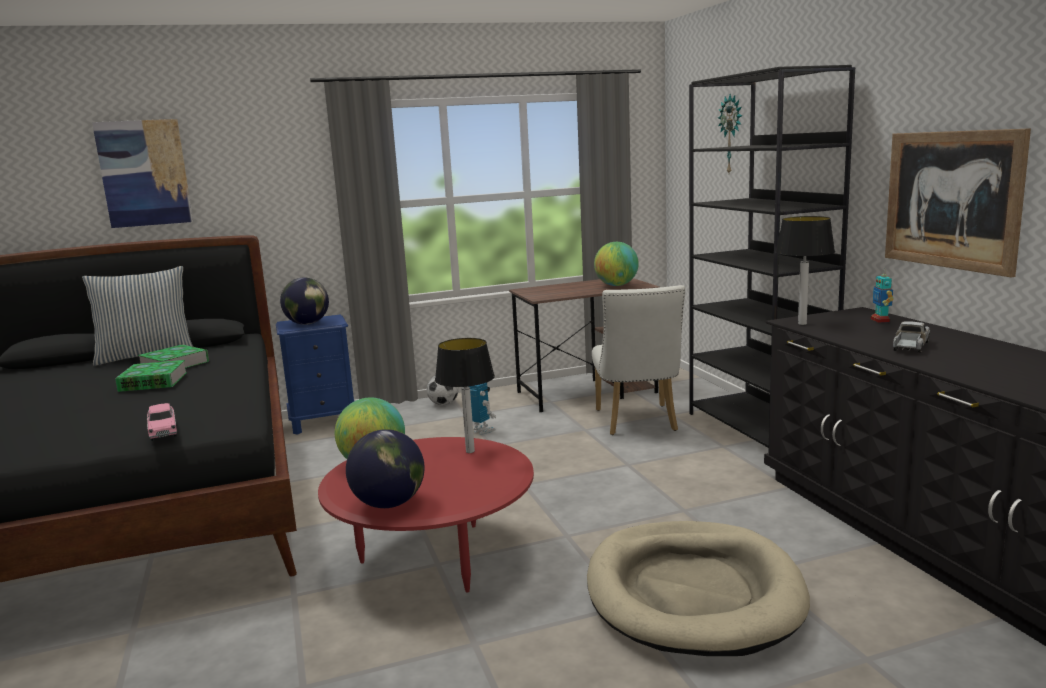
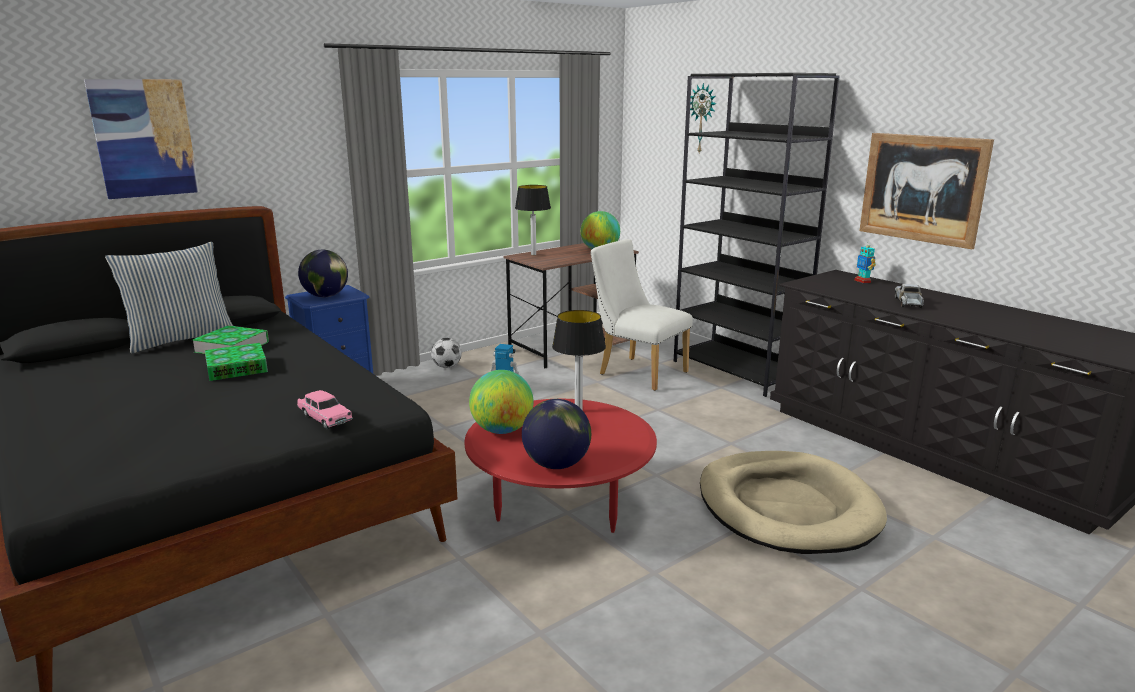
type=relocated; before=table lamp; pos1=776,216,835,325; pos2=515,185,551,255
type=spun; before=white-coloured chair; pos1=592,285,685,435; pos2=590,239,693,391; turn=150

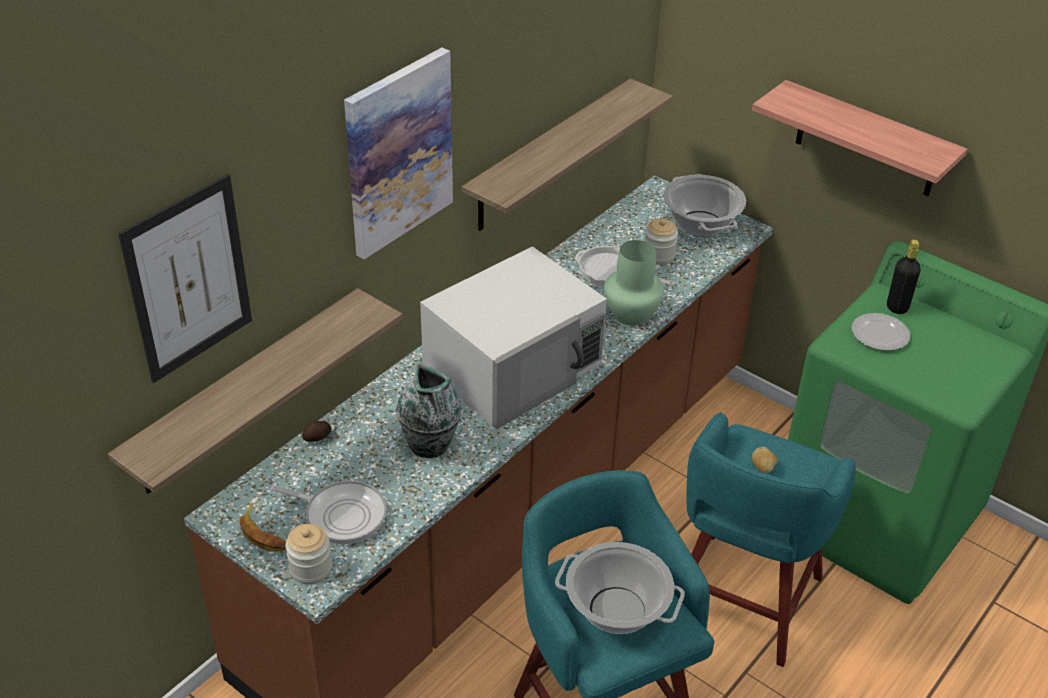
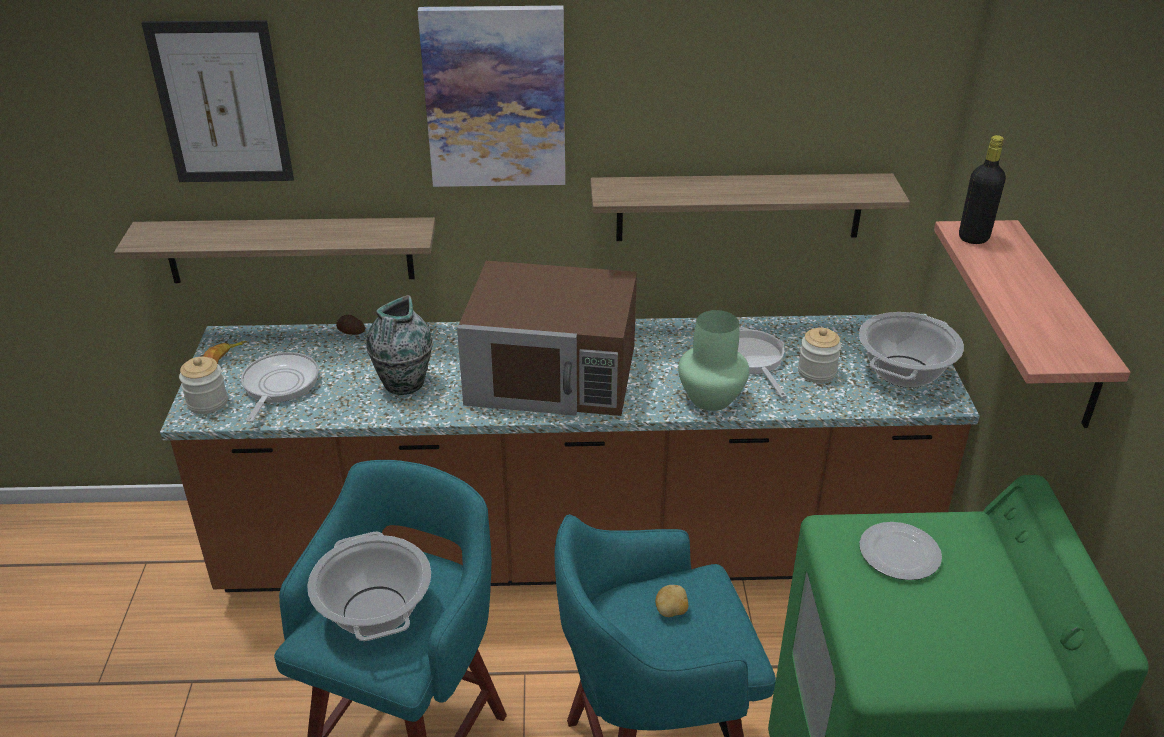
type=spun; before=frying pan; pos1=271,481,386,544; pos2=241,352,319,422; turn=-150
type=colour; before=white-coloured microwave; after=brown-coloured microwave; pos1=420,246,607,430; pos2=457,261,637,416
type=relocated; before=black-coloured beverage bottle; pos1=887,240,921,314; pos2=959,135,1006,244

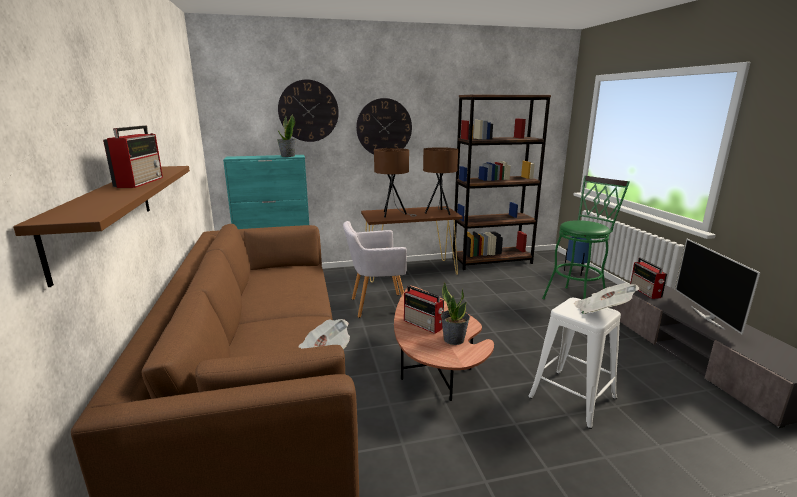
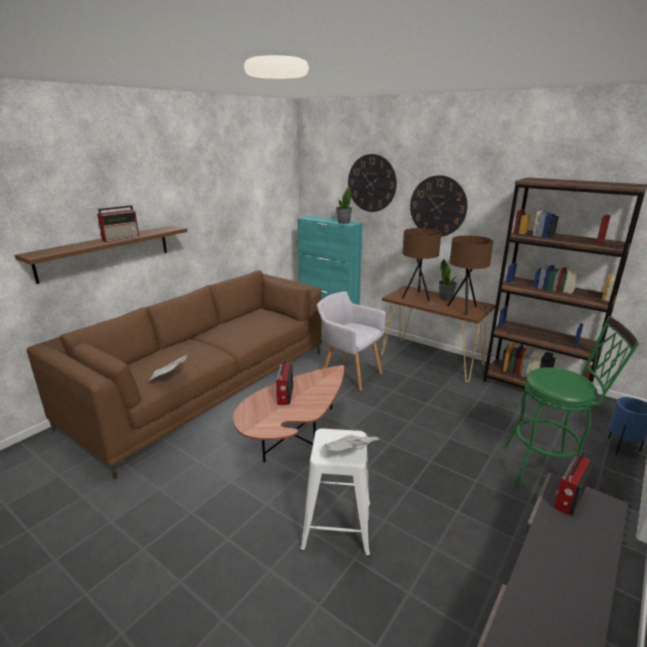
type=relocated; before=potted plant; pos1=441,282,470,345; pos2=439,259,457,300
type=missing; before=TV; pos1=675,239,760,334

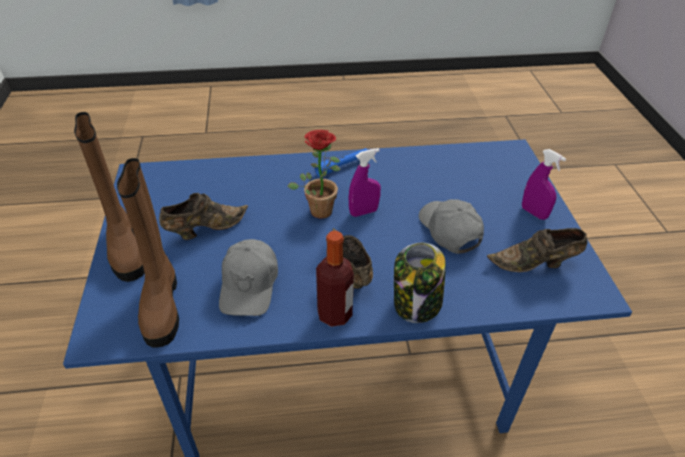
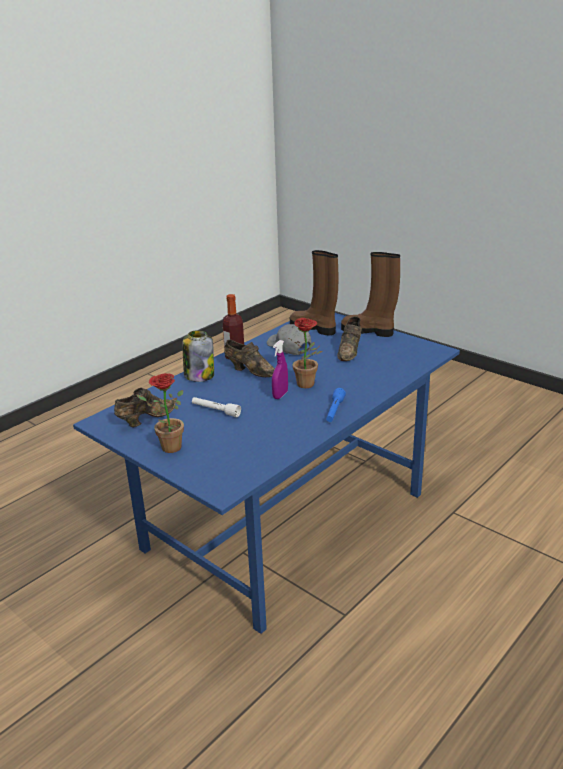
type=exchanged; before=purple-coloured hand sprayer; after=potted plant; pos1=522,149,566,220; pos2=136,373,184,453
type=exchanged; before=greyish peaked cap; after=white-coloured torch; pos1=419,199,484,254; pos2=192,397,241,417

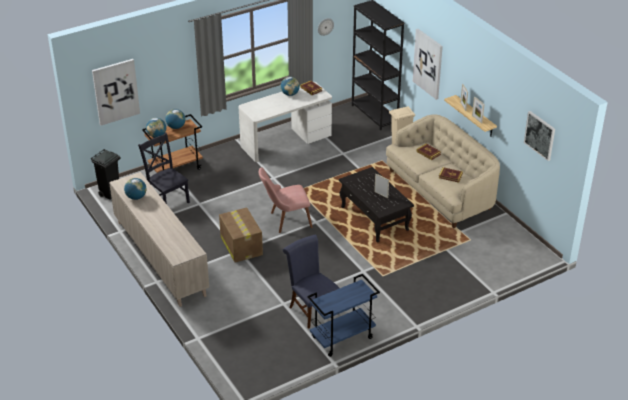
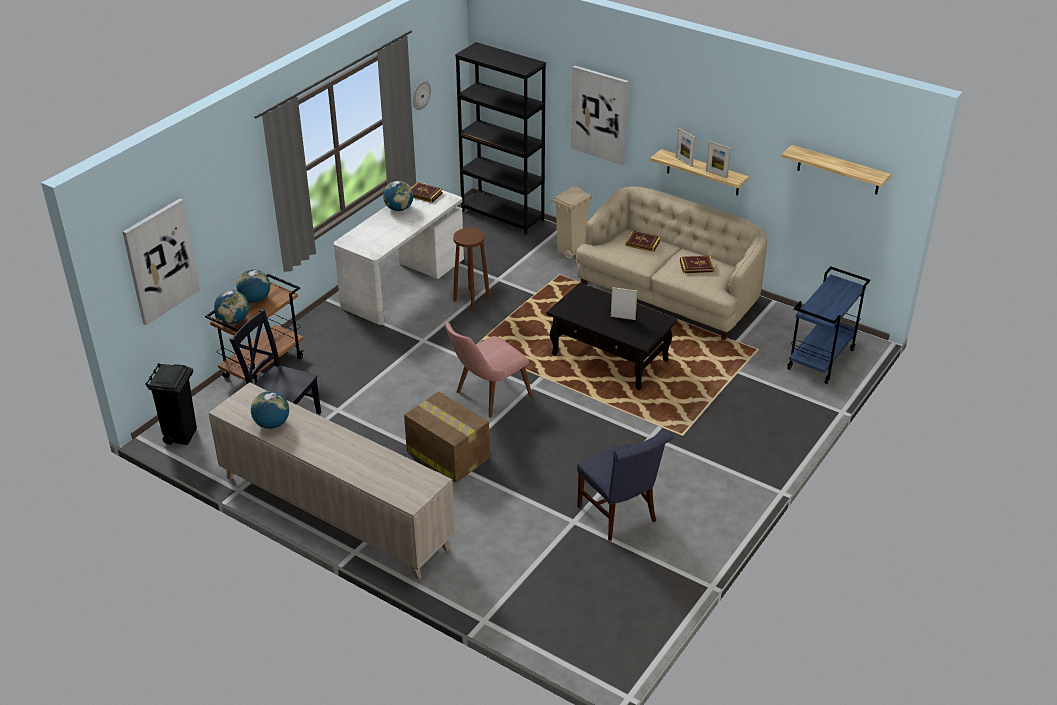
type=appeared; after=brown-coloured sitting stool; pos2=453,228,490,310
type=spun; before=blue chair; pos1=283,234,340,329; pos2=577,431,673,541; turn=-150
type=exchanged; before=wall picture; after=bracket shelf; pos1=524,111,555,161; pos2=782,145,891,194
type=relocated; before=blue wheeled cart; pos1=307,274,380,357; pos2=787,266,870,384

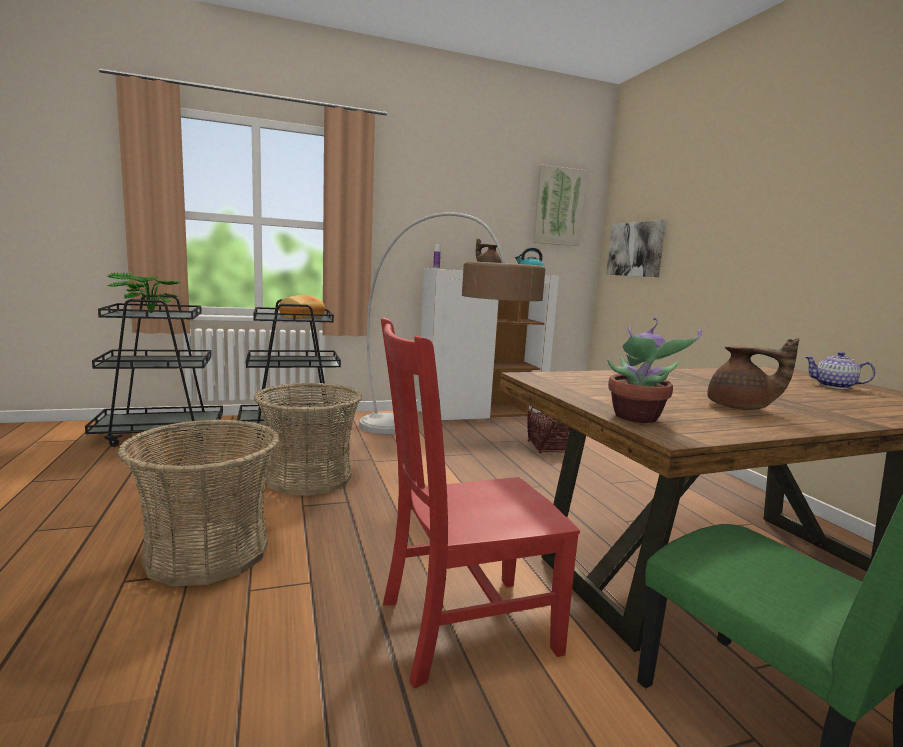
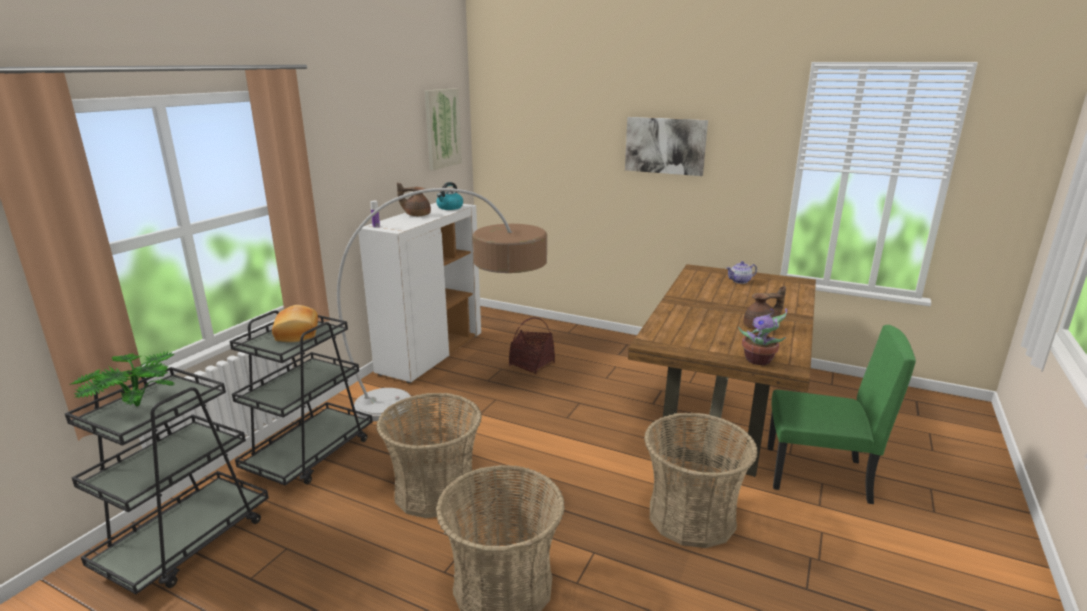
type=relocated; before=wall picture; pos1=606,220,667,277; pos2=625,117,708,176
type=exchanged; before=red-coloured chair; after=household basket; pos1=381,317,580,688; pos2=644,413,758,548

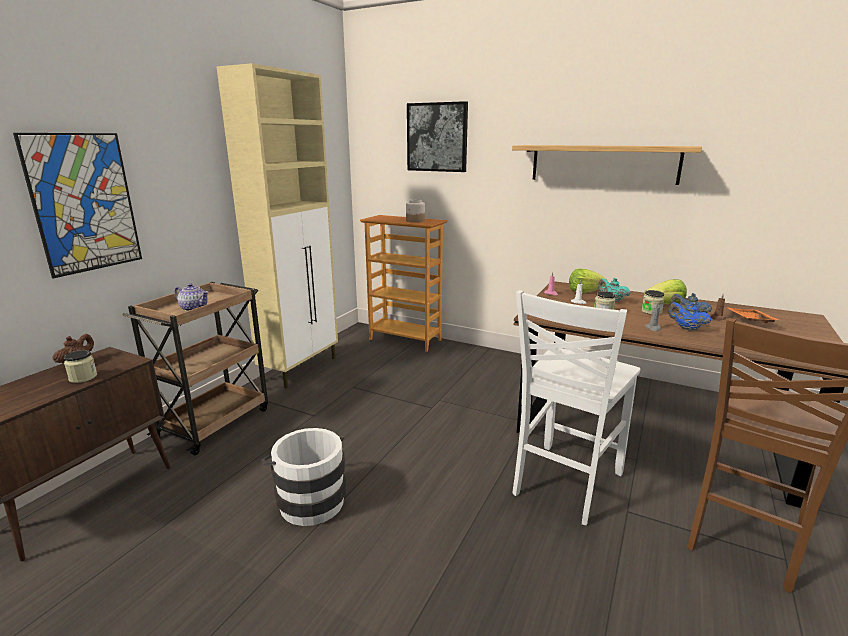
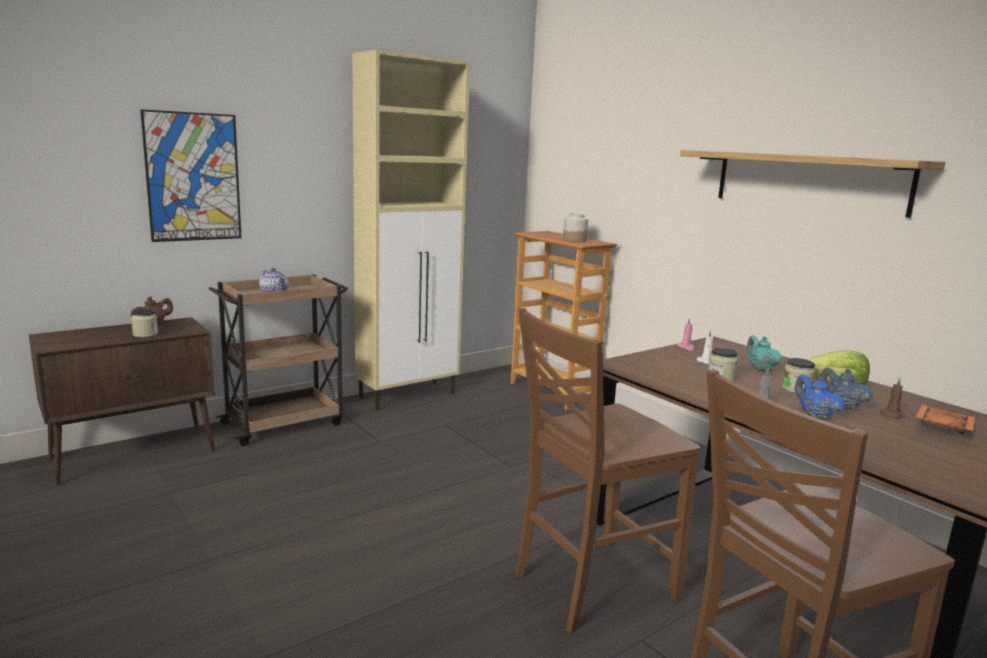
type=colour; before=white-coloured chair; after=brown-coloured chair; pos1=513,290,640,525; pos2=515,308,700,634
type=missing; before=white-coloured pail; pos1=260,428,346,526
type=missing; before=wall picture; pos1=407,101,468,172
type=missing; before=lettuce; pos1=569,269,607,293

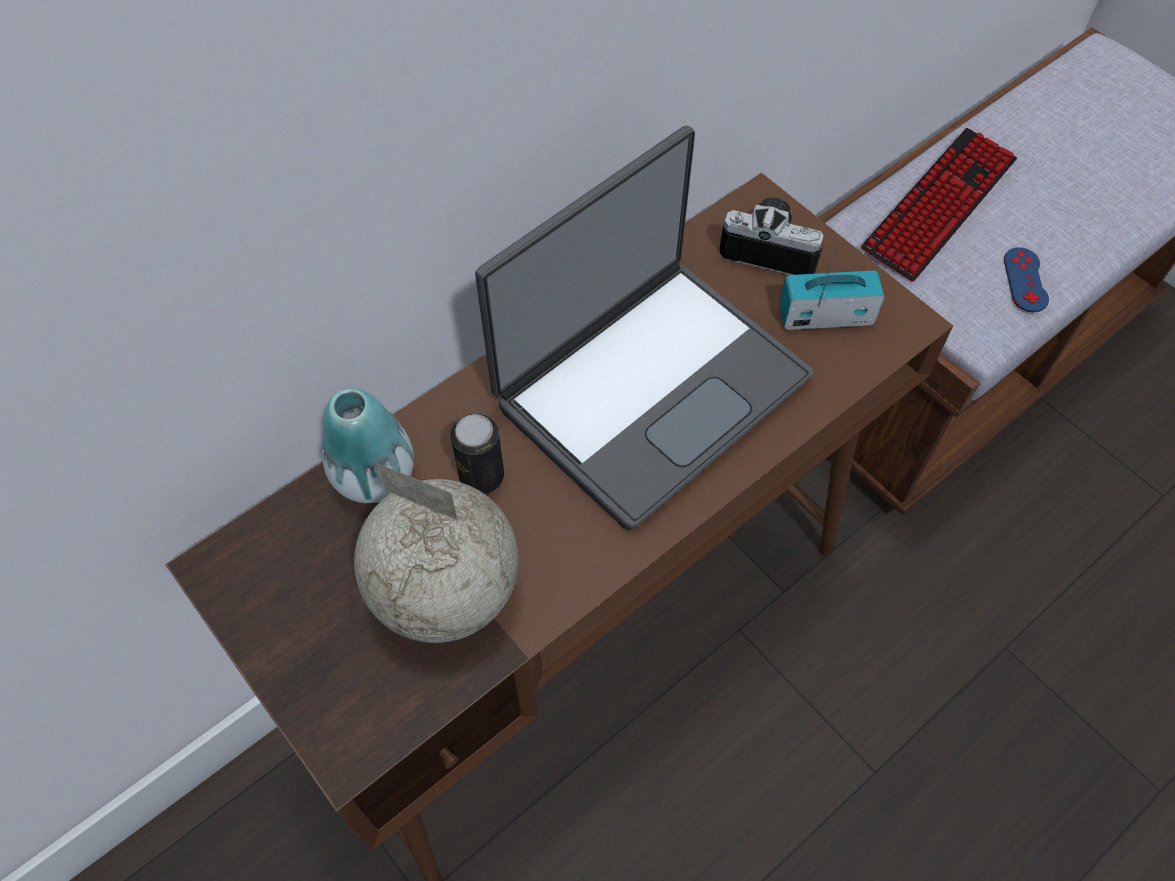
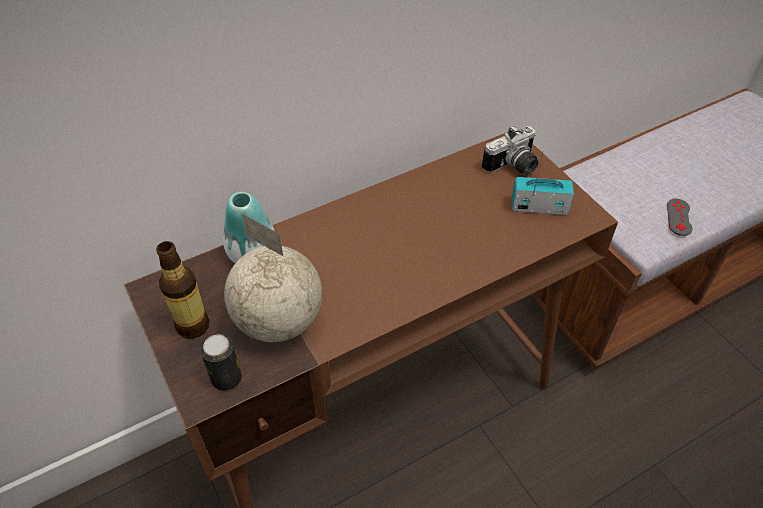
type=appeared; after=beverage bottle; pos2=156,241,210,339
type=relocated; before=can; pos1=451,414,504,494; pos2=200,334,242,391
type=spun; before=still camera; pos1=719,197,824,275; pos2=482,125,538,175; turn=120
type=colour; before=blue joypad; after=greyish joypad; pos1=1004,247,1049,312; pos2=667,198,693,236
type=missing; before=portable computer; pos1=475,126,813,530
type=missing; before=PC keyboard; pos1=861,128,1017,281

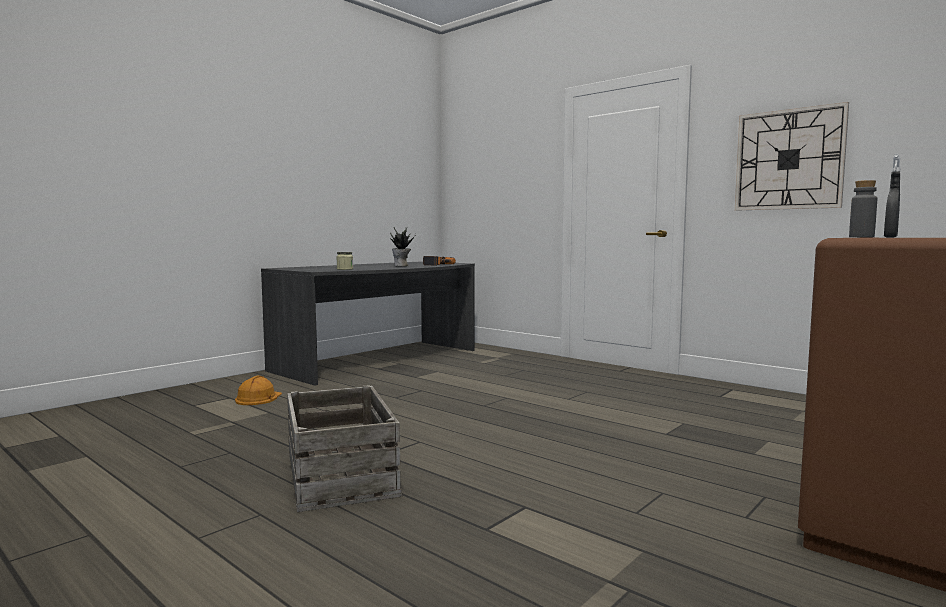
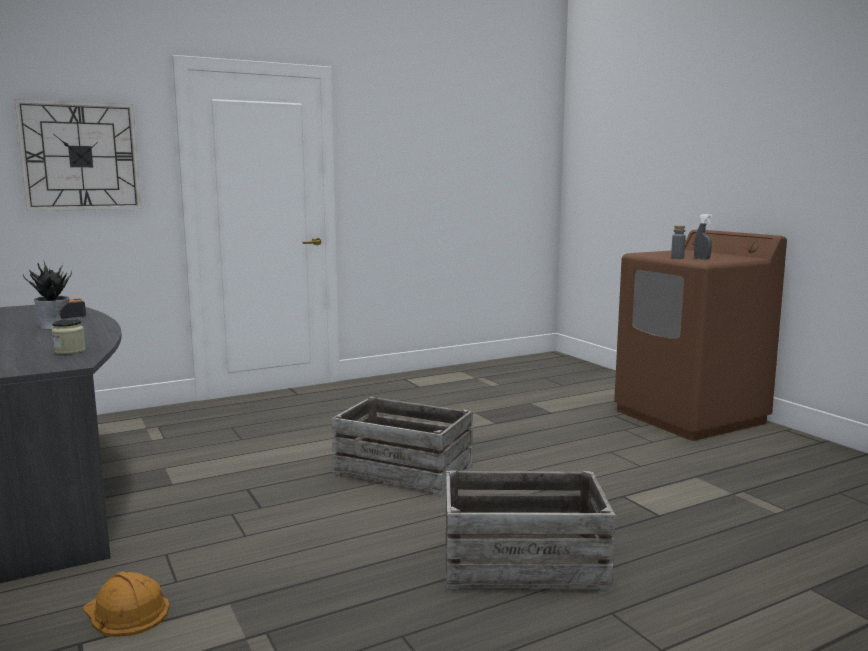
type=relocated; before=wall clock; pos1=735,102,849,211; pos2=14,99,141,211
type=appeared; after=crate; pos2=332,397,473,496

